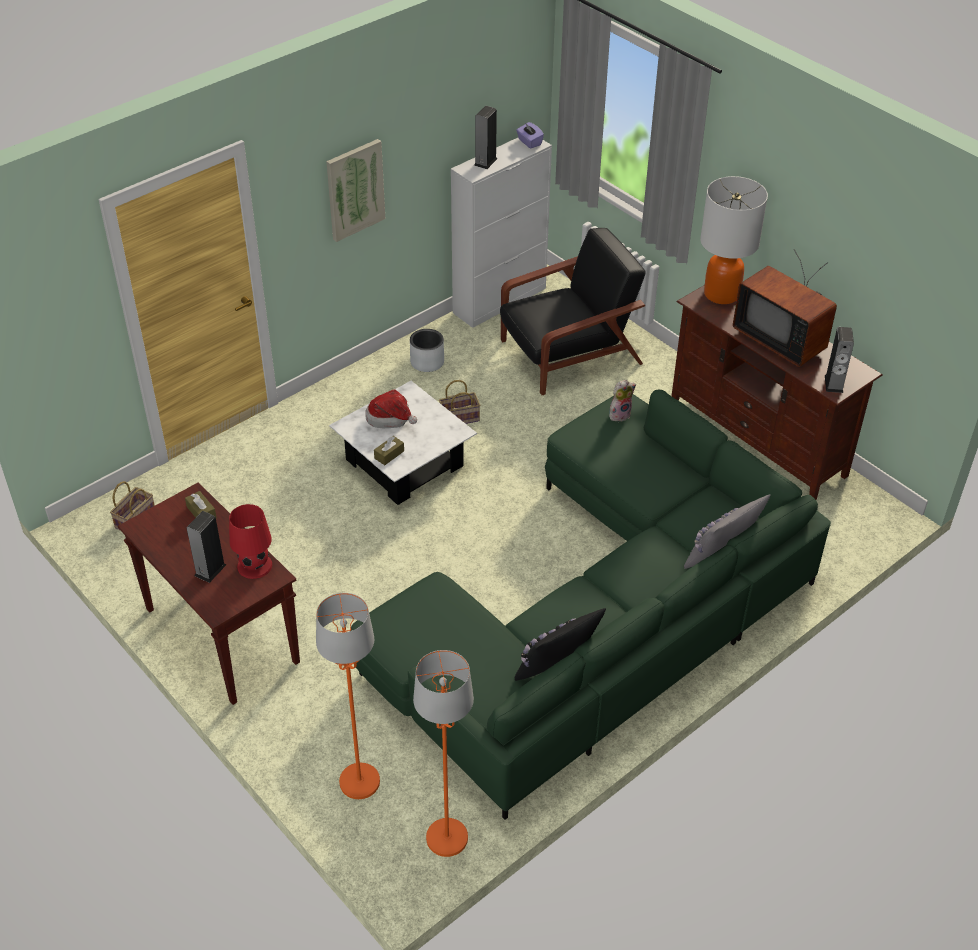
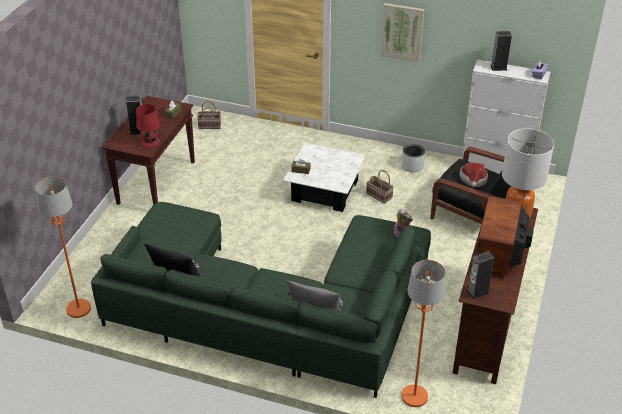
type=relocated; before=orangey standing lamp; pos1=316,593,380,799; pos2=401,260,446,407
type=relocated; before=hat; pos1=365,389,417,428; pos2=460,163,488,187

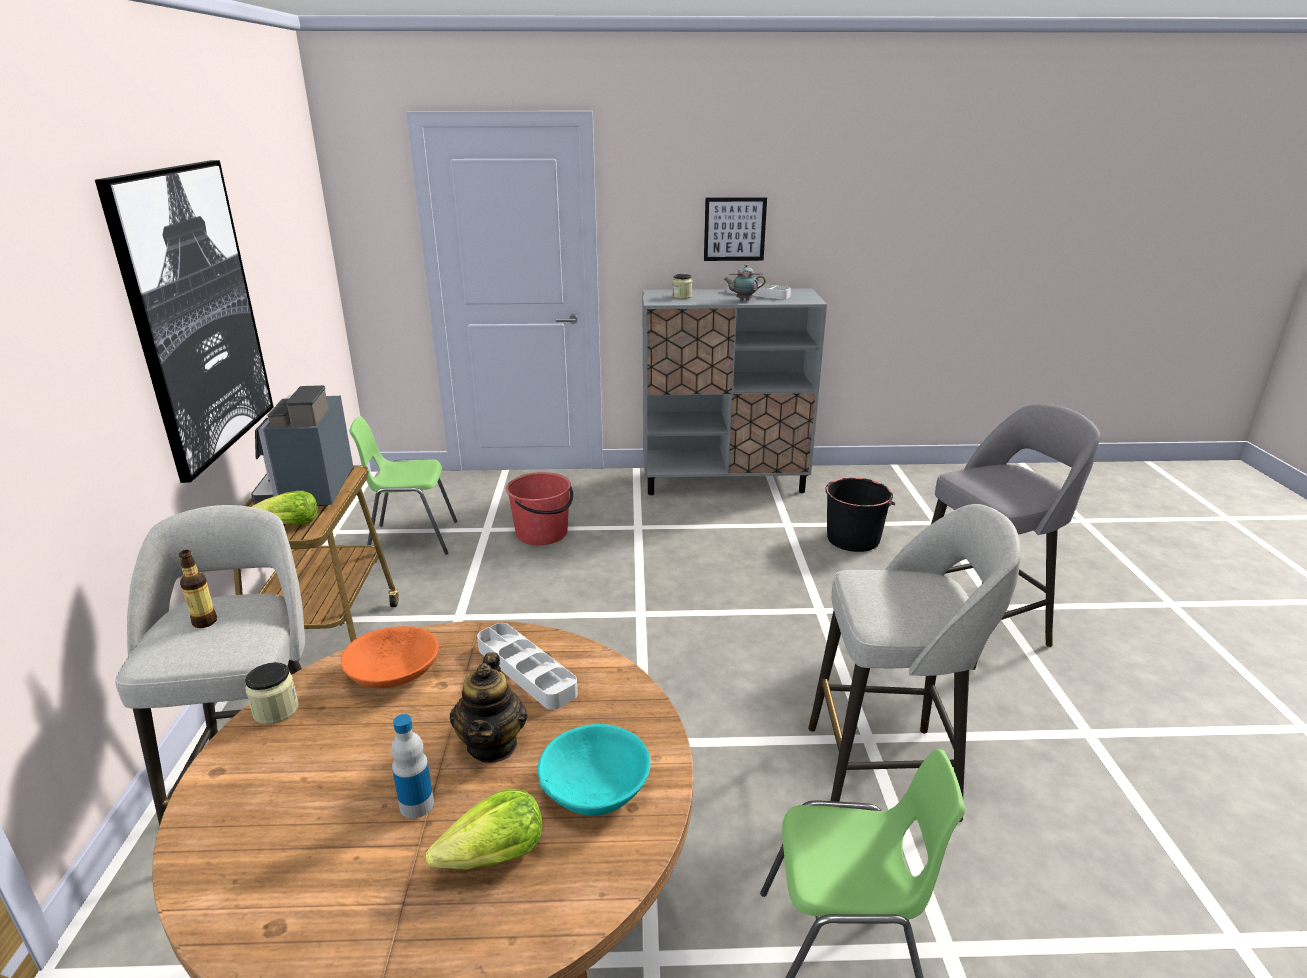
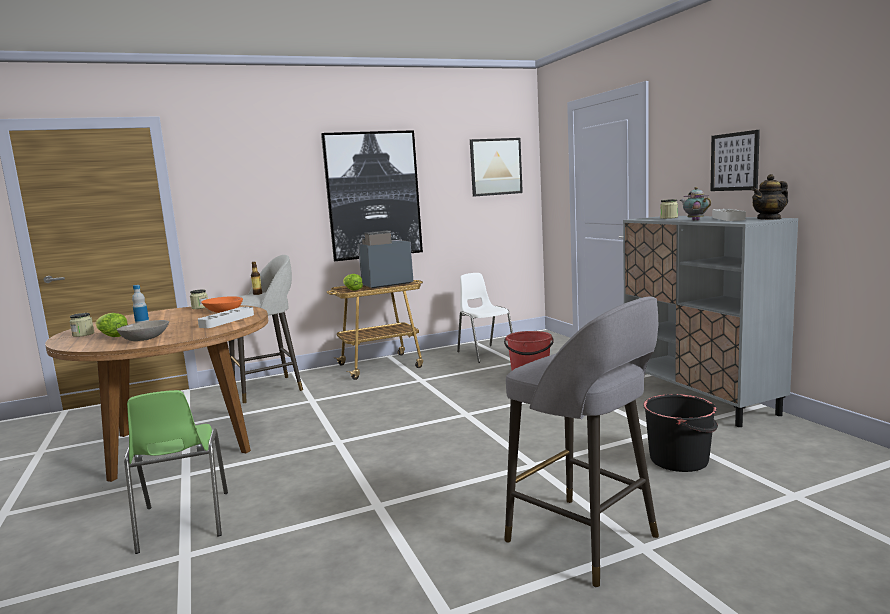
type=appeared; after=storage jar; pos2=69,313,94,337
type=colour; before=turquoise bowl; after=greyish bowl; pos1=538,724,651,816; pos2=117,320,169,341
type=colour; before=green-coloured chair; after=white-coloured chair; pos1=349,416,457,555; pos2=457,273,513,363
type=appeared; after=wall picture; pos2=470,138,523,197
type=relocated; before=teapot; pos1=450,652,527,763; pos2=751,174,788,220
type=missing; before=greyish sitting stool; pos1=808,504,1021,822

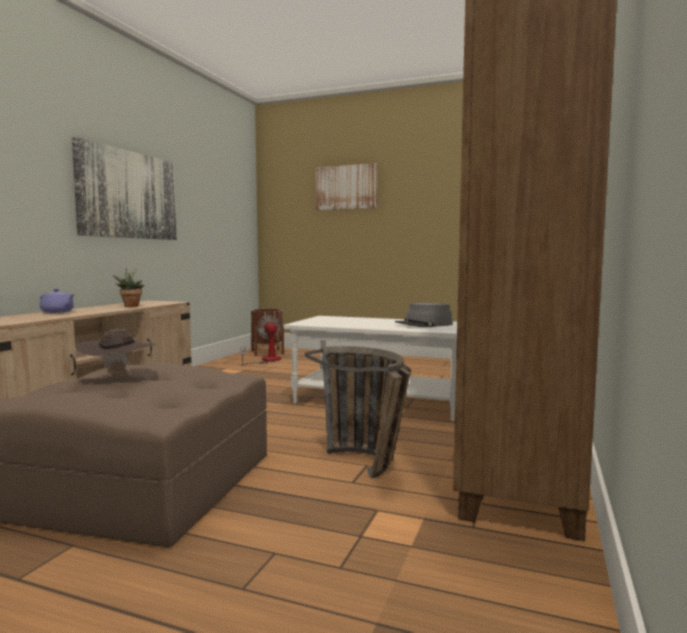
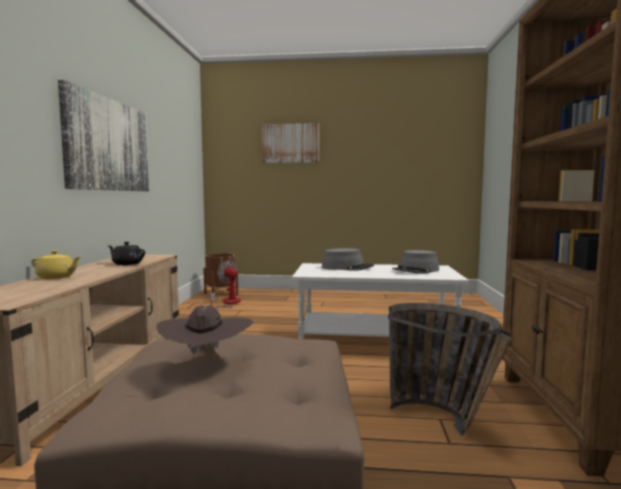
type=colour; before=purple-coloured teapot; after=yellow-coloured teapot; pos1=40,289,75,313; pos2=31,250,81,279
type=exchanged; before=potted plant; after=black-coloured teapot; pos1=113,268,144,307; pos2=108,242,145,265
type=appeared; after=greyish hat; pos2=322,248,374,271

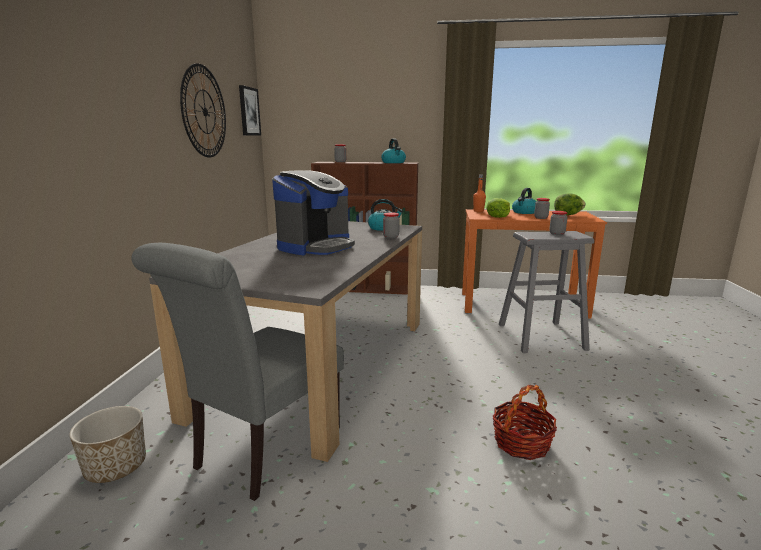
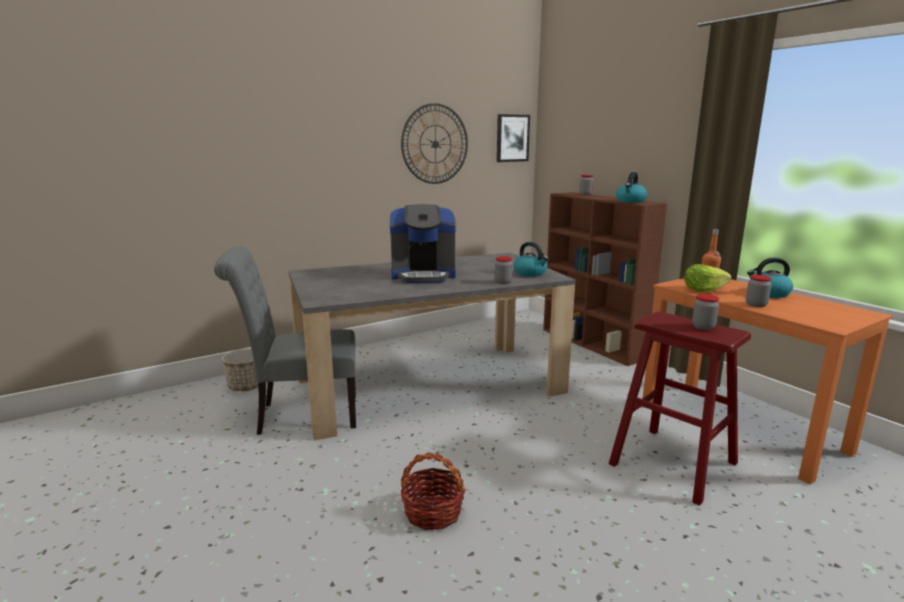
type=colour; before=greyish sitting stool; after=red-coloured sitting stool; pos1=499,231,594,353; pos2=609,311,751,506
type=missing; before=lettuce; pos1=554,193,586,215

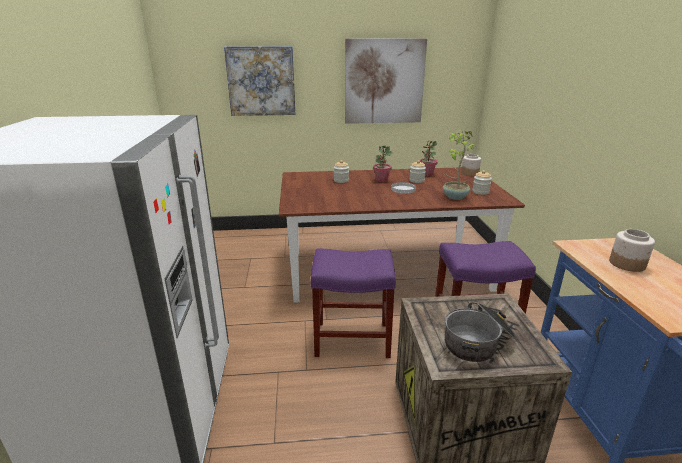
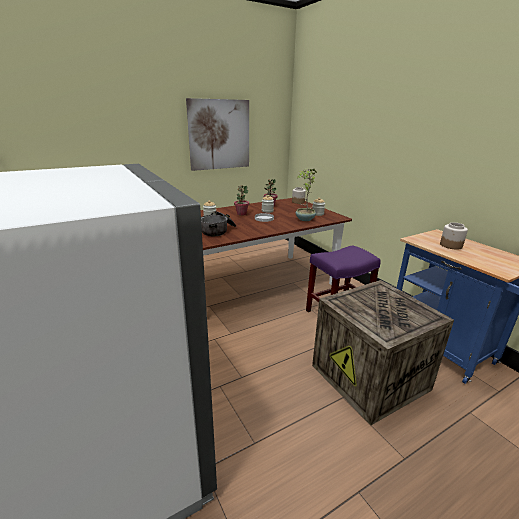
type=relocated; before=cooking pot; pos1=445,302,517,362; pos2=201,211,236,236
type=missing; before=wall picture; pos1=224,46,295,116
type=missing; before=purple-coloured sitting stool; pos1=311,249,396,358

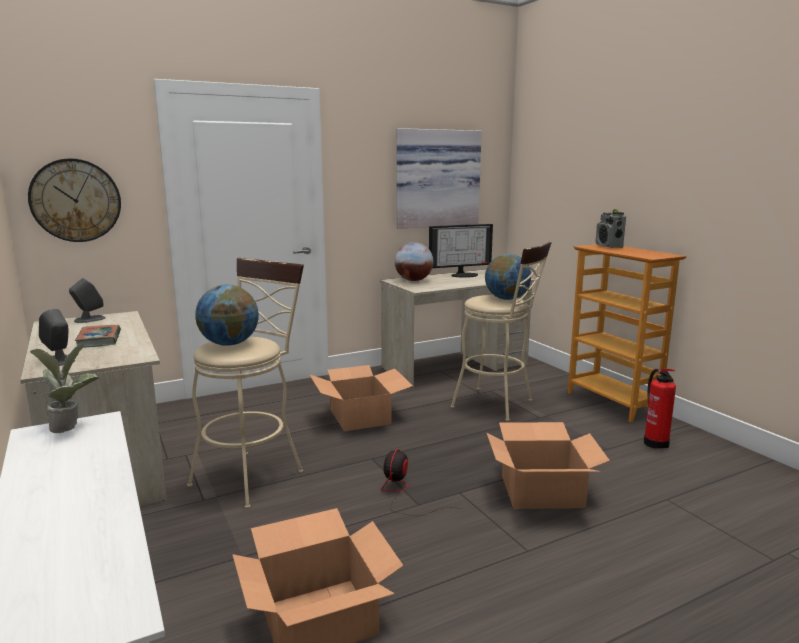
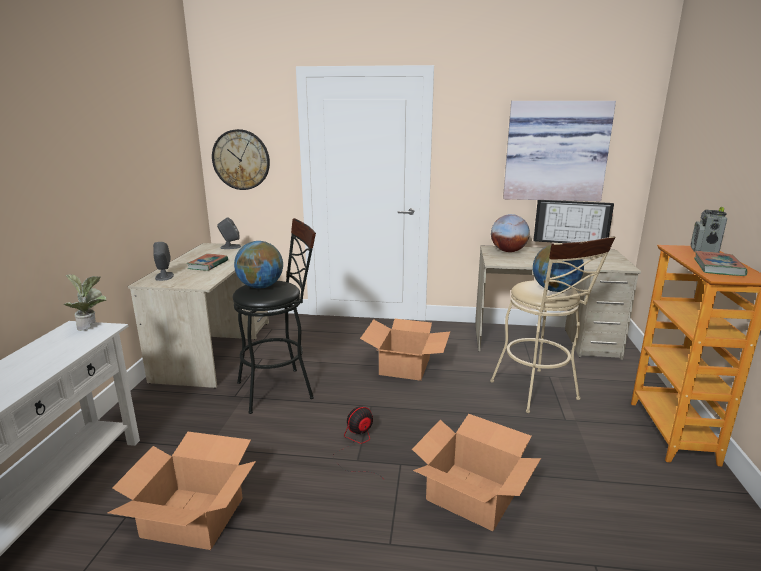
type=colour; before=sand-coloured sitting stool; after=black-coloured sitting stool; pos1=187,258,304,509; pos2=233,218,316,414
type=appeared; after=book; pos2=694,251,747,276
type=missing; before=fire-fighting cylinder; pos1=644,369,676,449

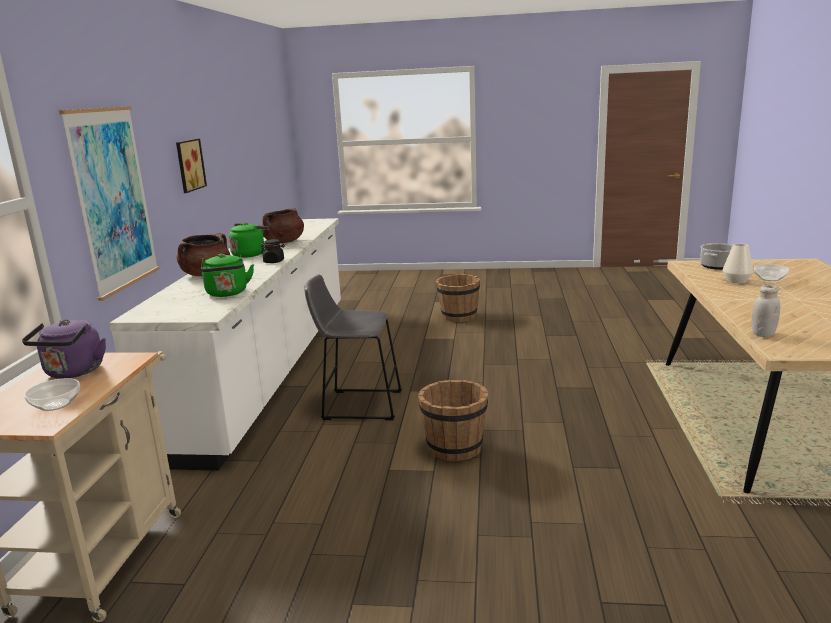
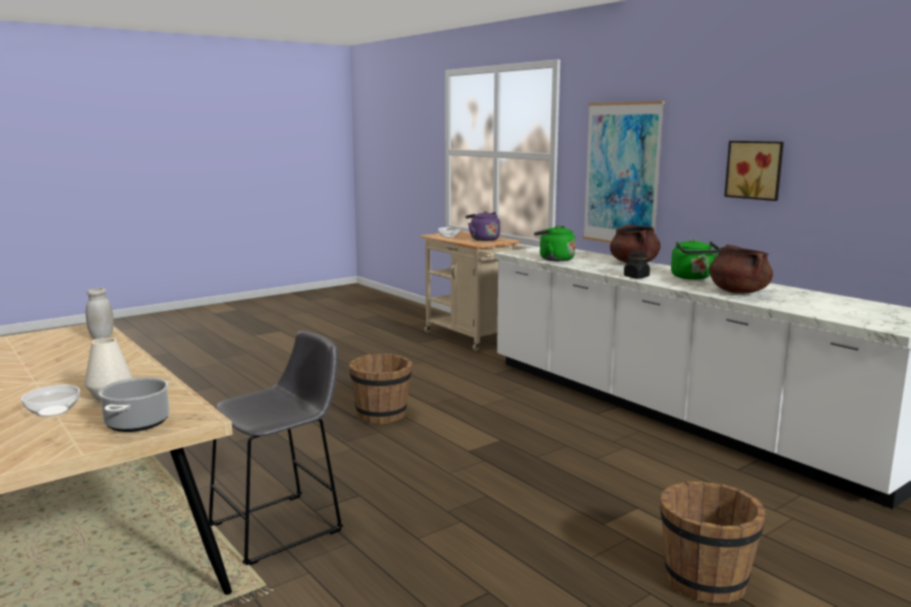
type=relocated; before=greyish sitting stool; pos1=304,275,402,420; pos2=209,331,343,565

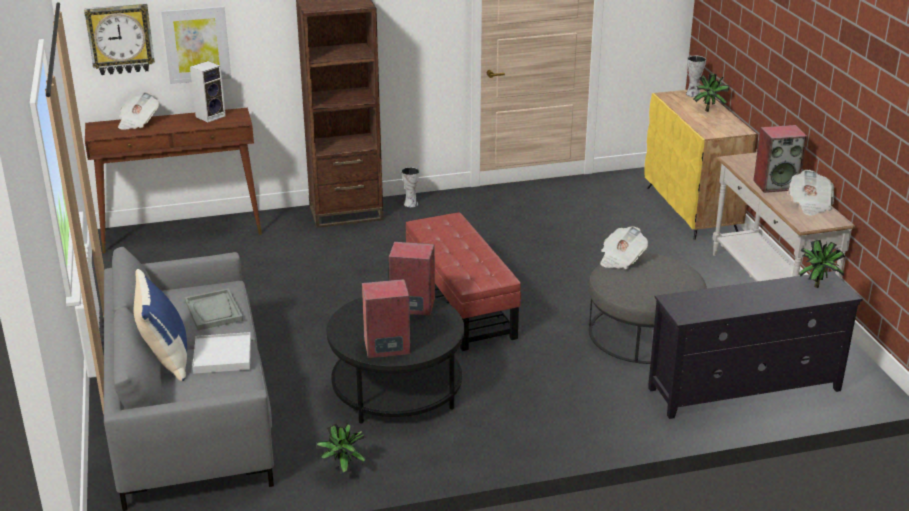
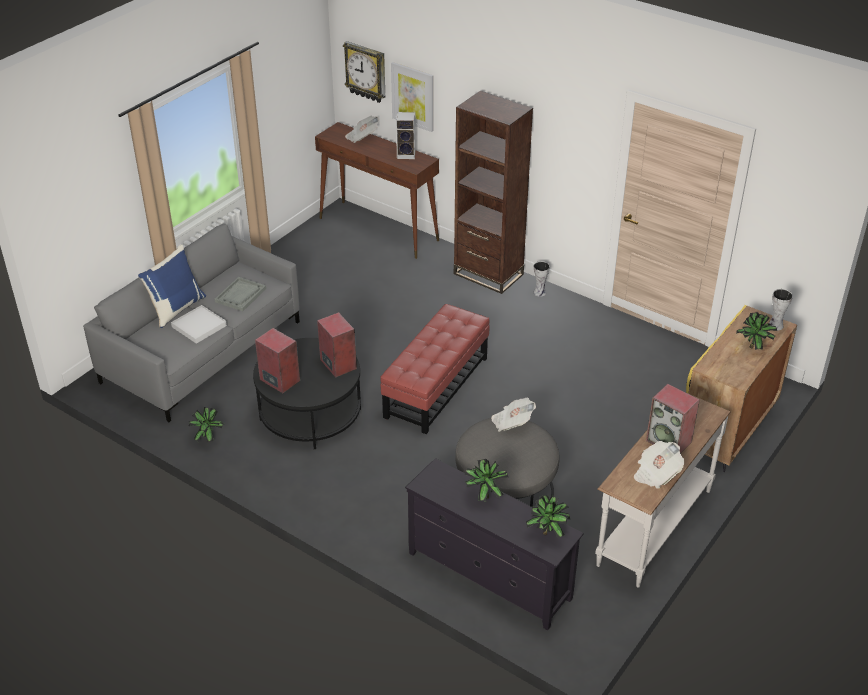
type=appeared; after=potted plant; pos2=465,459,508,502

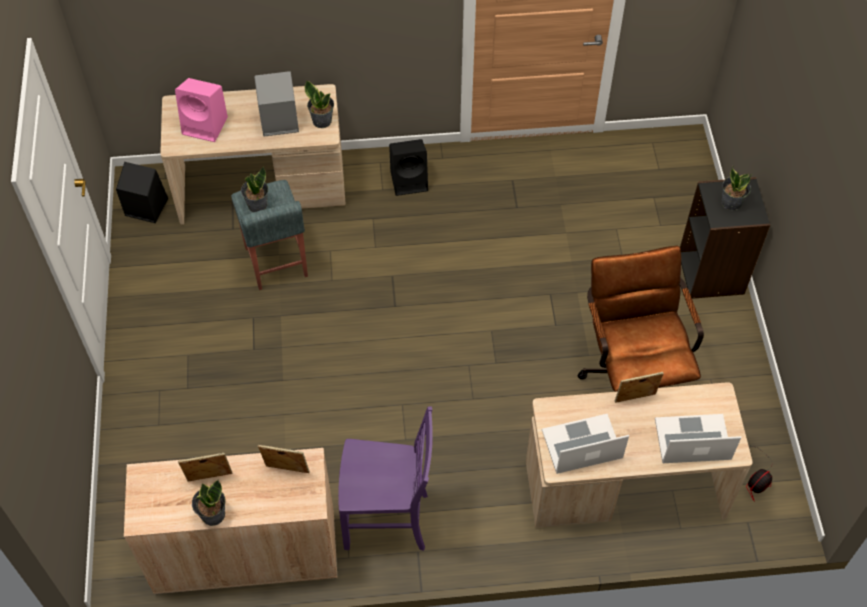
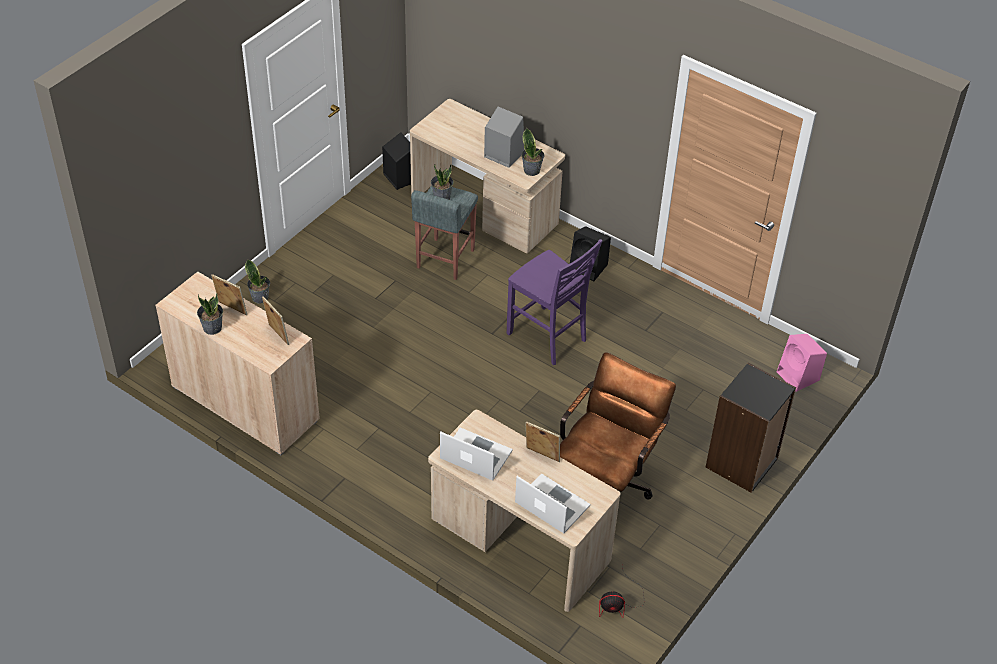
type=relocated; before=potted plant; pos1=722,166,752,211; pos2=245,259,270,304
type=relocated; before=purple-coloured chair; pos1=338,406,433,551; pos2=507,239,603,365
type=relocated; before=pink audio speaker; pos1=175,78,228,142; pos2=777,334,827,392

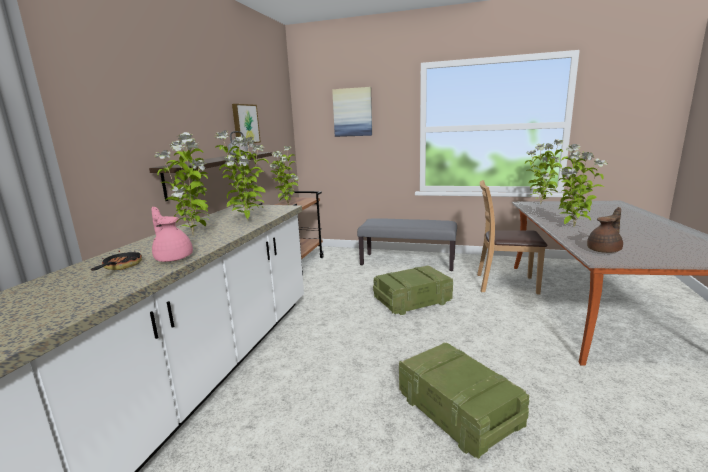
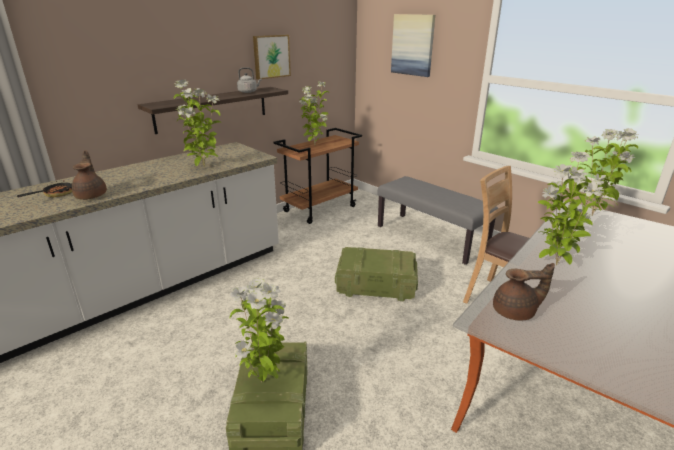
type=colour; before=pink teapot; after=brown-coloured teapot; pos1=152,207,193,262; pos2=72,150,107,200
type=relocated; before=potted plant; pos1=155,132,210,235; pos2=230,278,288,383

